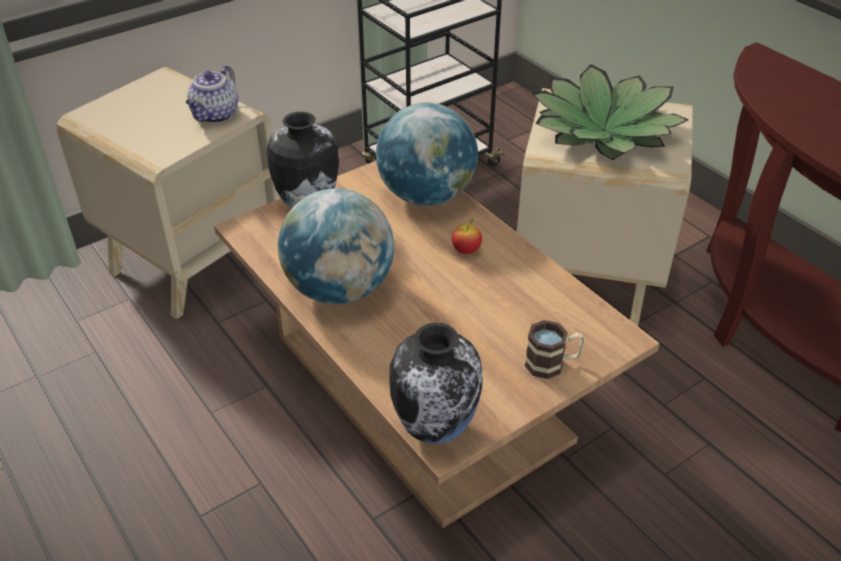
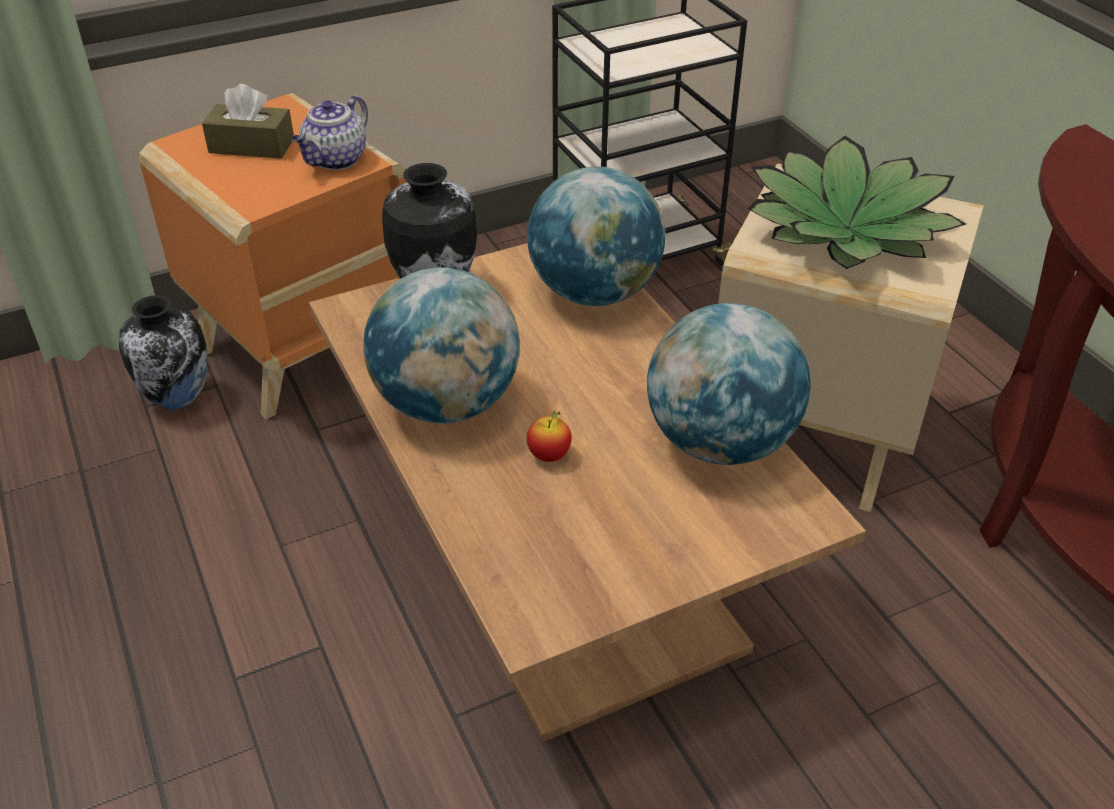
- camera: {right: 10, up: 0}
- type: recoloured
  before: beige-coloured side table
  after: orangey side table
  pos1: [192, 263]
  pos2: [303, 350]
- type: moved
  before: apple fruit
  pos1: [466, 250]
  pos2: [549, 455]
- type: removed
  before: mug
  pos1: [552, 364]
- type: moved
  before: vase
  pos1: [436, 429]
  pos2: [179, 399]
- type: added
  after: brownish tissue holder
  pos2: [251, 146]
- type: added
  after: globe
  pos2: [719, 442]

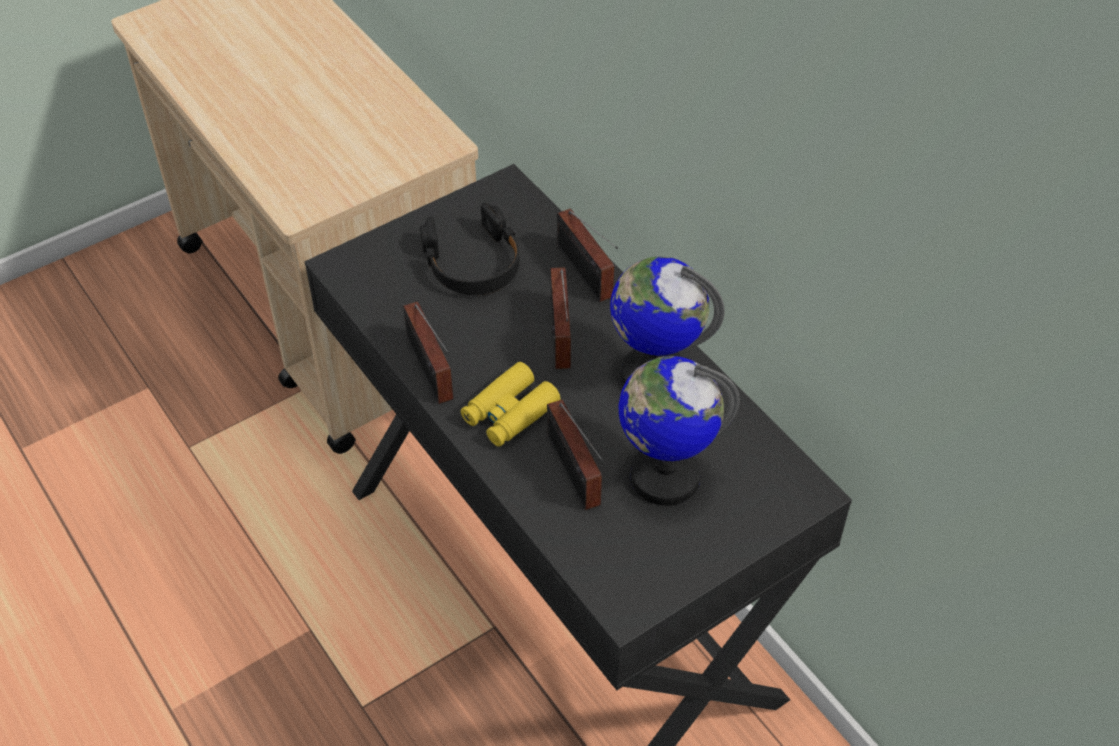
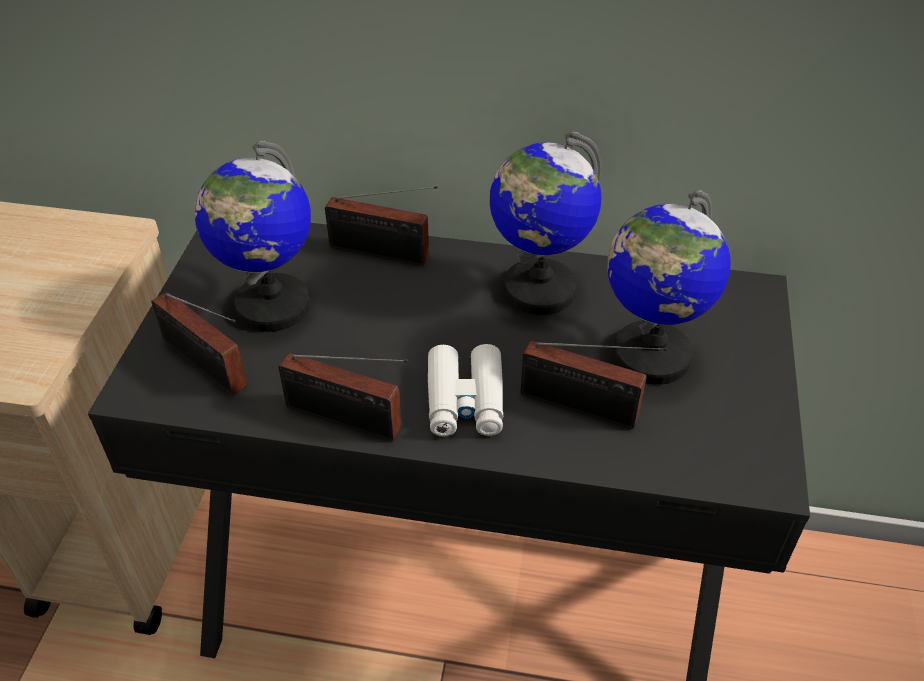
- camera: {right: -45, up: -5}
- type: replaced
  before: black headset
  after: globe
  pos1: [473, 263]
  pos2: [271, 306]
- type: moved
  before: radio
  pos1: [559, 338]
  pos2: [208, 367]
- type: recoloured
  before: yellowish field glasses
  after: whitish field glasses
  pos1: [510, 412]
  pos2: [465, 400]

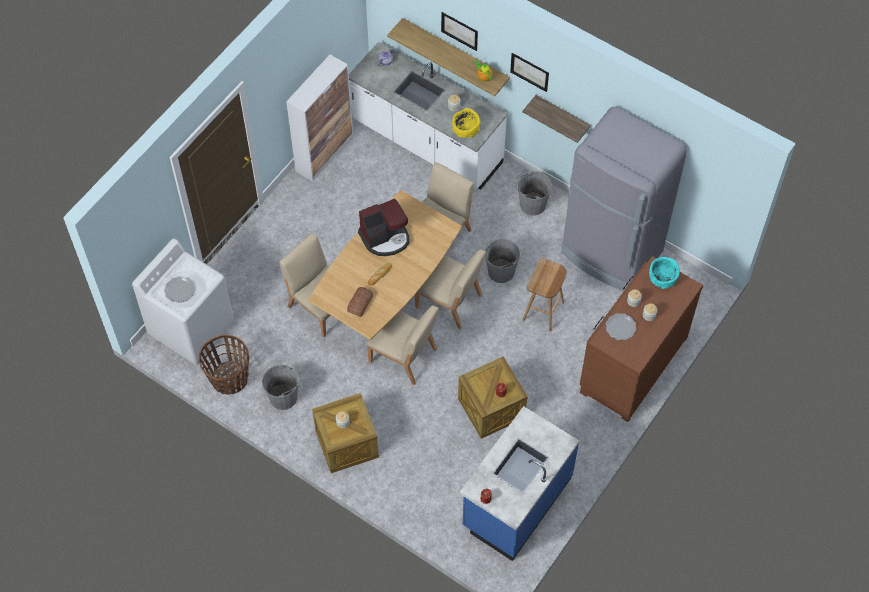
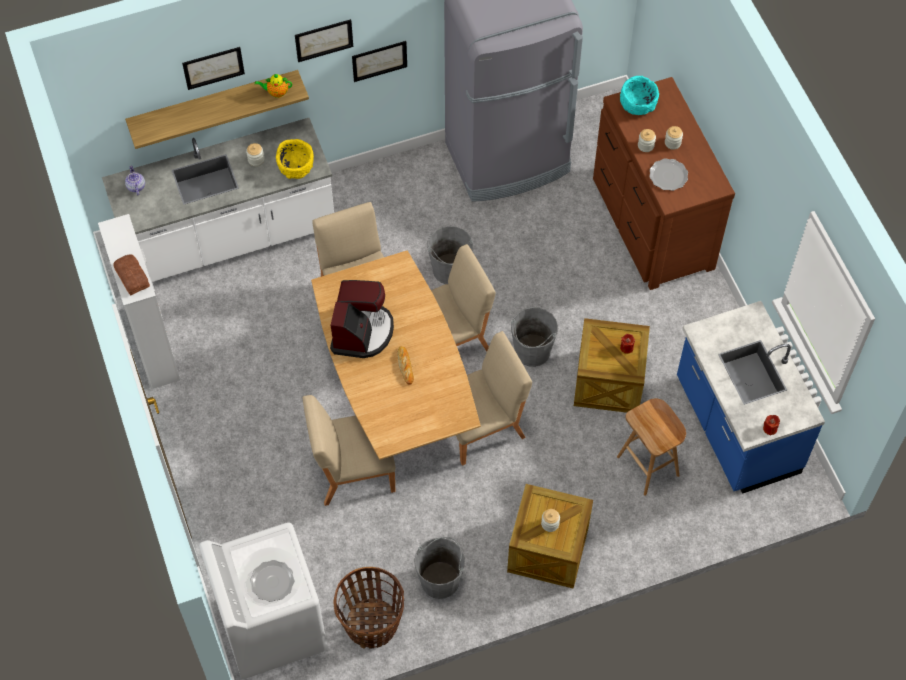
- camera: {right: -55, up: 0}
- type: replaced
  before: wall shelf
  after: picture
  pos1: [562, 116]
  pos2: [379, 60]
- type: moved
  before: grey water bucket
  pos1: [532, 204]
  pos2: [532, 351]
- type: moved
  before: brownish stool
  pos1: [543, 312]
  pos2: [649, 466]
- type: moved
  before: bakery bread
  pos1: [361, 303]
  pos2: [132, 276]

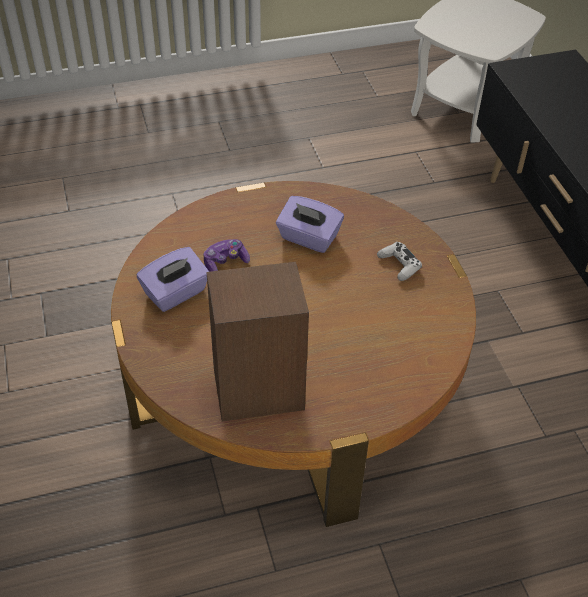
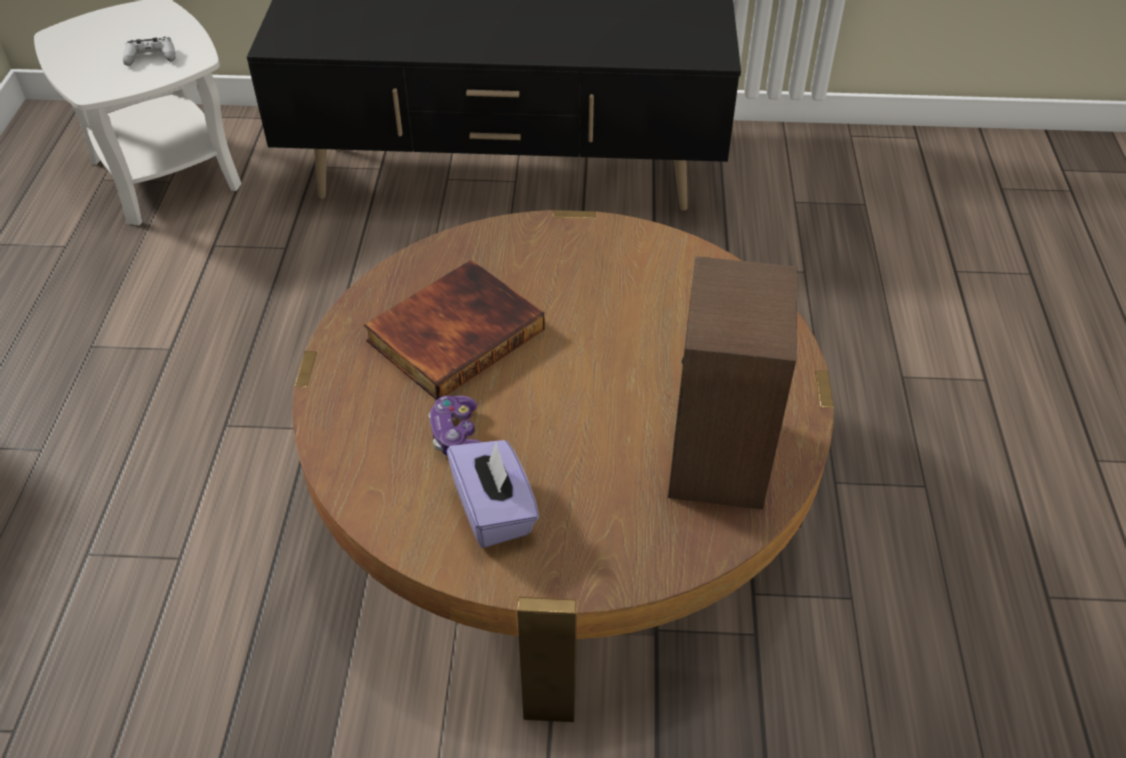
- camera: {right: -70, up: 0}
- type: replaced
  before: purplish tissue holder
  after: bound book
  pos1: [308, 238]
  pos2: [454, 333]
- type: moved
  before: whitish game controller
  pos1: [399, 265]
  pos2: [151, 57]

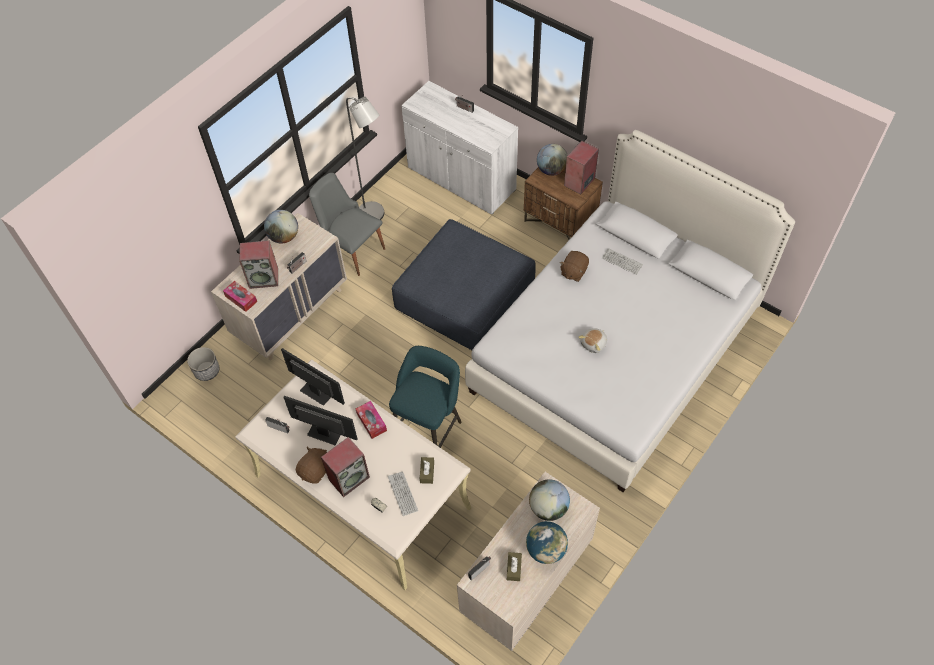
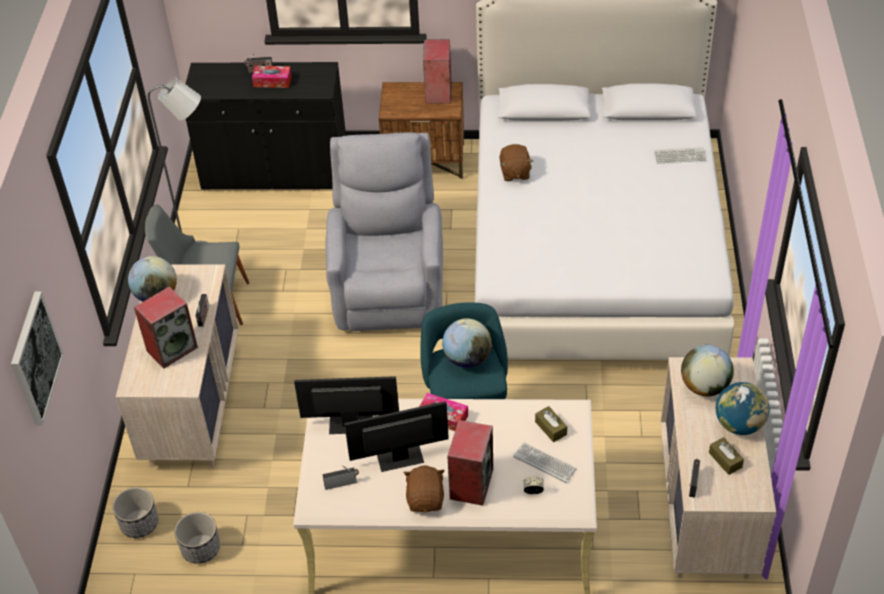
- camera: {right: -35, up: -10}
- type: recoloured
  before: whitish storage cabinet
  after: black storage cabinet
  pos1: [461, 179]
  pos2: [275, 173]
- type: moved
  before: globe
  pos1: [551, 170]
  pos2: [467, 359]
- type: replaced
  before: blue ottoman
  after: grey easy chair
  pos1: [465, 297]
  pos2: [388, 282]
- type: moved
  before: computer keyboard
  pos1: [622, 262]
  pos2: [679, 156]
- type: moved
  before: tissue holder
  pos1: [241, 299]
  pos2: [272, 81]
- type: removed
  before: plush toy
  pos1: [594, 344]
- type: added
  after: picture
  pos2: [35, 358]
- type: added
  after: plant pot
  pos2: [200, 548]

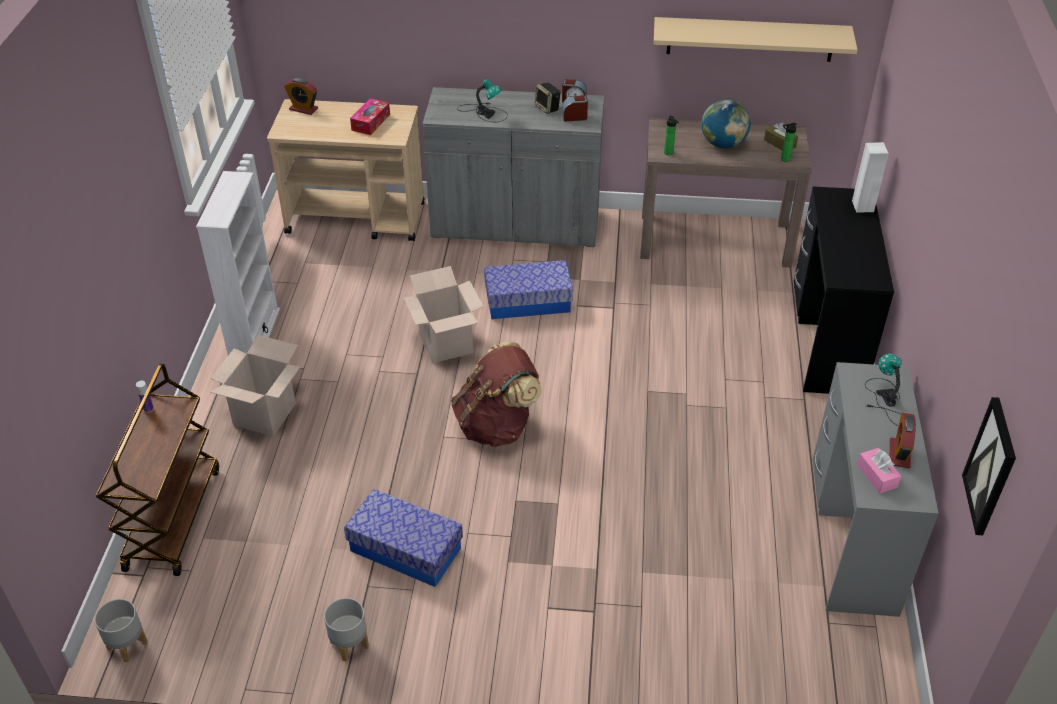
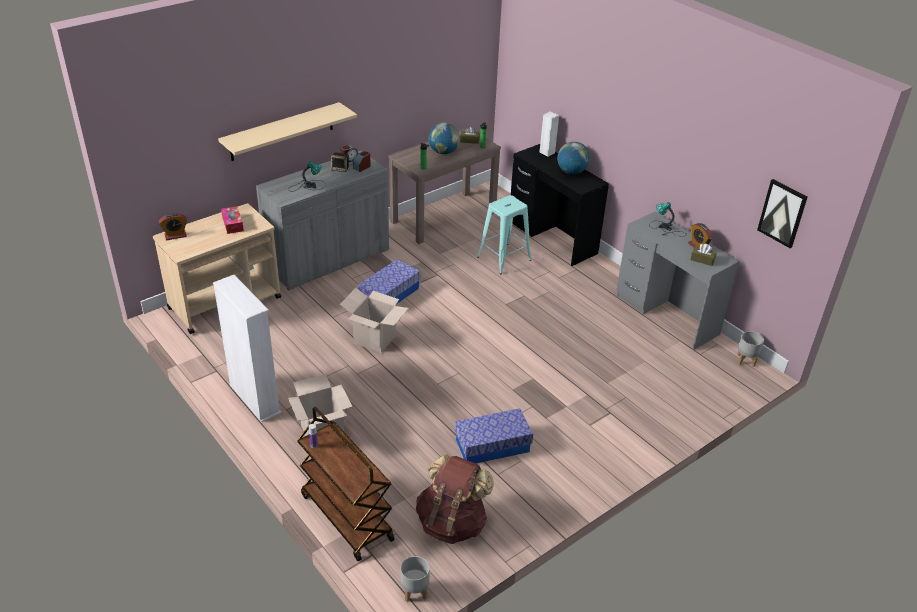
- camera: {right: -45, up: -5}
- type: moved
  before: beige-coloured wall shelf
  pos1: [750, 39]
  pos2: [282, 132]
- type: moved
  before: brownish rucksack
  pos1: [497, 426]
  pos2: [452, 523]
- type: recoloured
  before: pinkish tissue holder
  after: brownish tissue holder
  pos1: [877, 476]
  pos2: [702, 260]
- type: moved
  before: grey plant pot
  pos1: [349, 644]
  pos2: [746, 360]
- type: added
  after: globe
  pos2: [571, 172]
- type: added
  after: turquoise-coloured stool
  pos2: [504, 258]

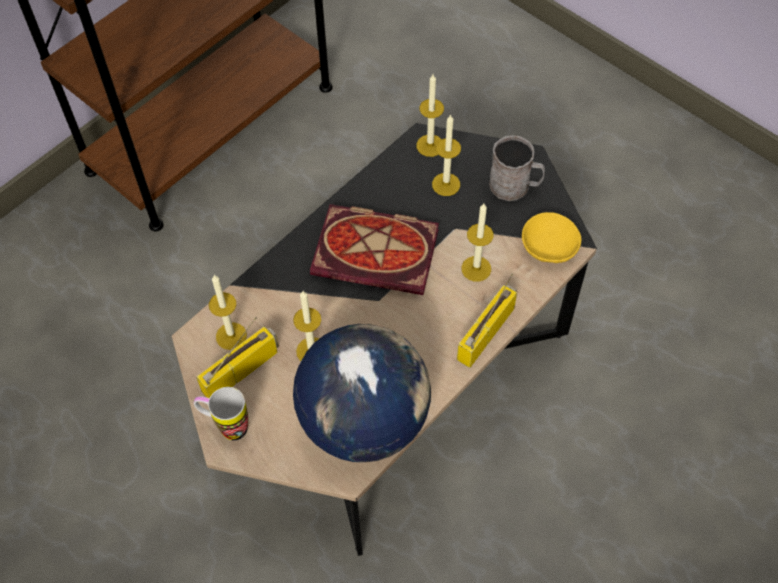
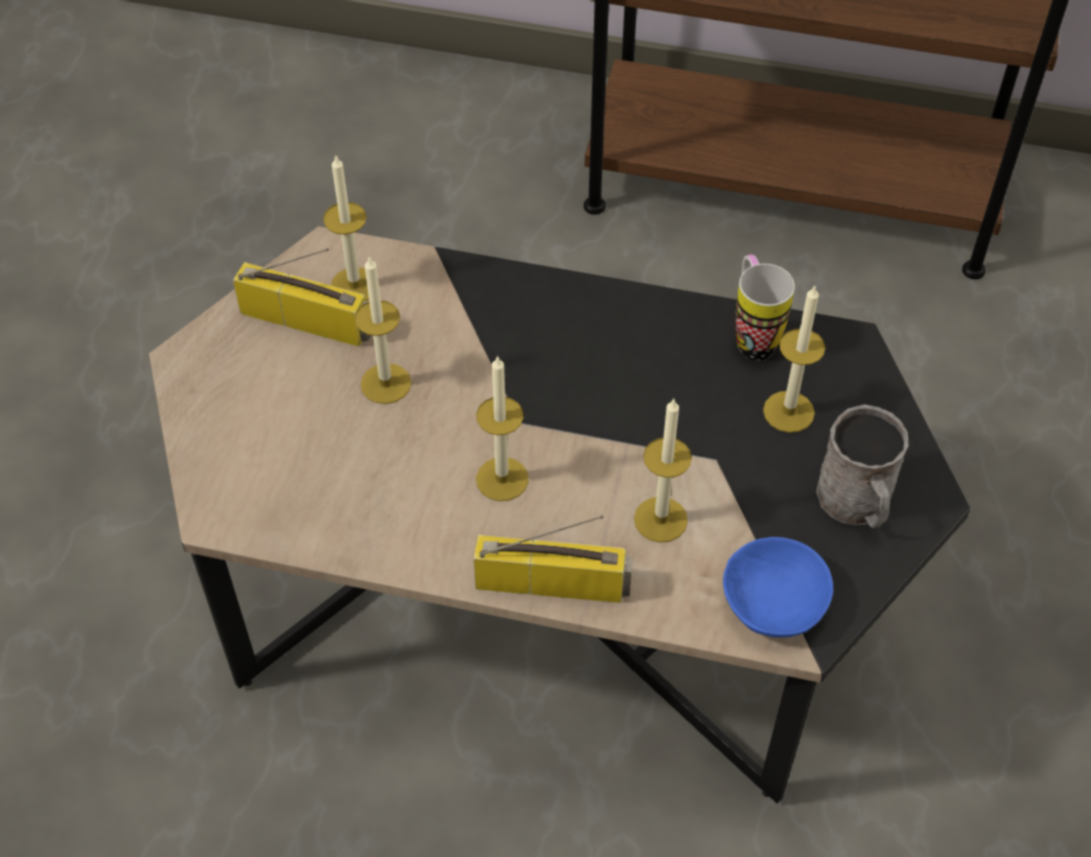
- camera: {right: 60, up: -5}
- type: moved
  before: wax light
  pos1: [430, 145]
  pos2: [502, 479]
- type: removed
  before: bound book
  pos1: [379, 251]
- type: recoloured
  before: yellowish bowl
  after: blue bowl
  pos1: [551, 246]
  pos2: [776, 604]
- type: removed
  before: globe
  pos1: [365, 420]
- type: moved
  before: mug
  pos1: [226, 427]
  pos2: [752, 335]

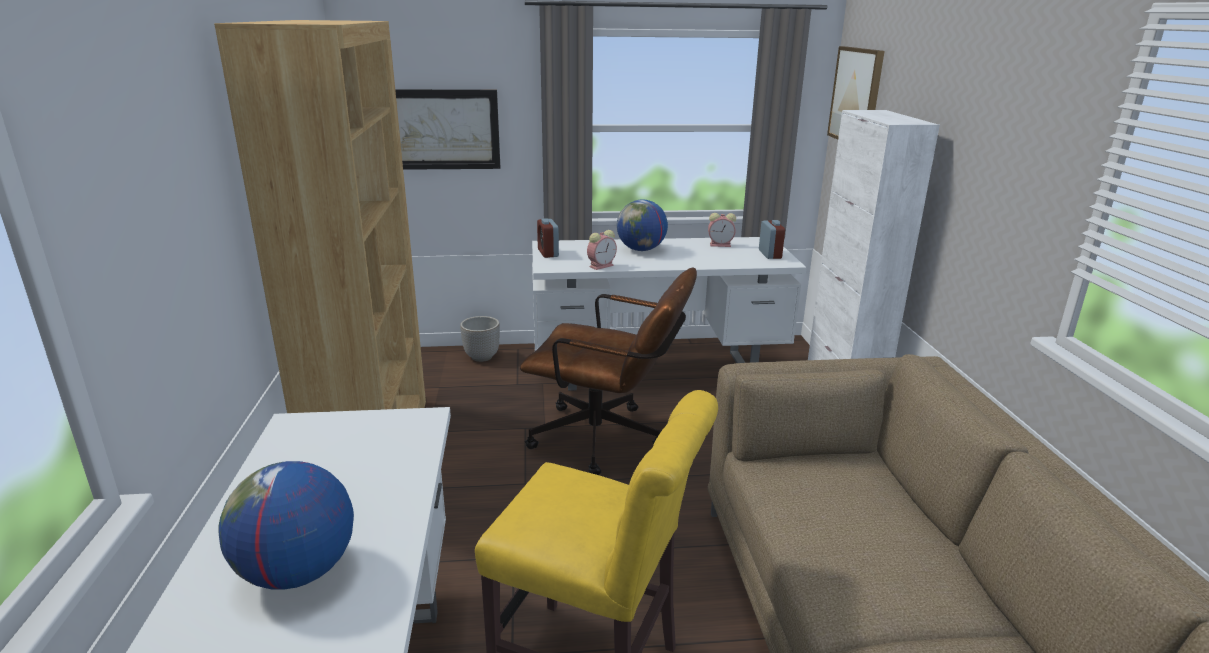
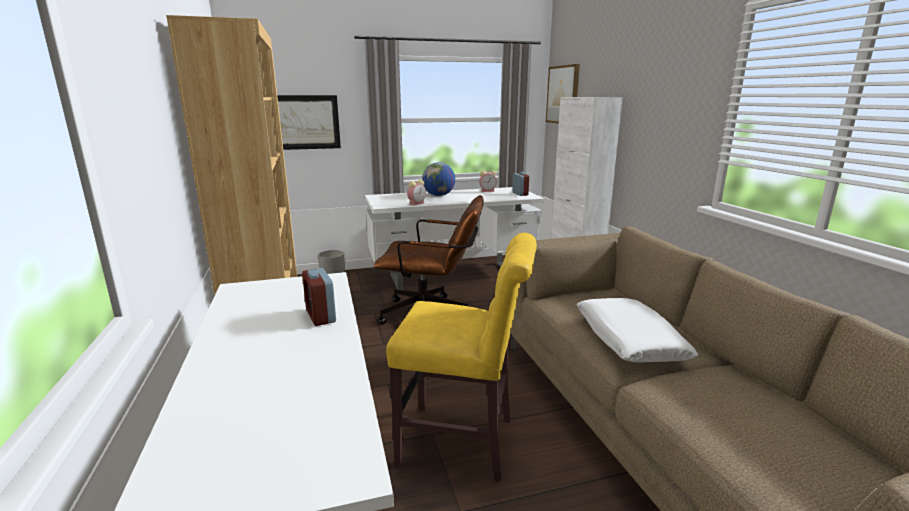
- camera: {right: -10, up: -5}
- type: moved
  before: bedside clock
  pos1: [548, 253]
  pos2: [320, 316]
- type: removed
  before: globe
  pos1: [297, 572]
- type: added
  after: whitish pillow
  pos2: [629, 340]

